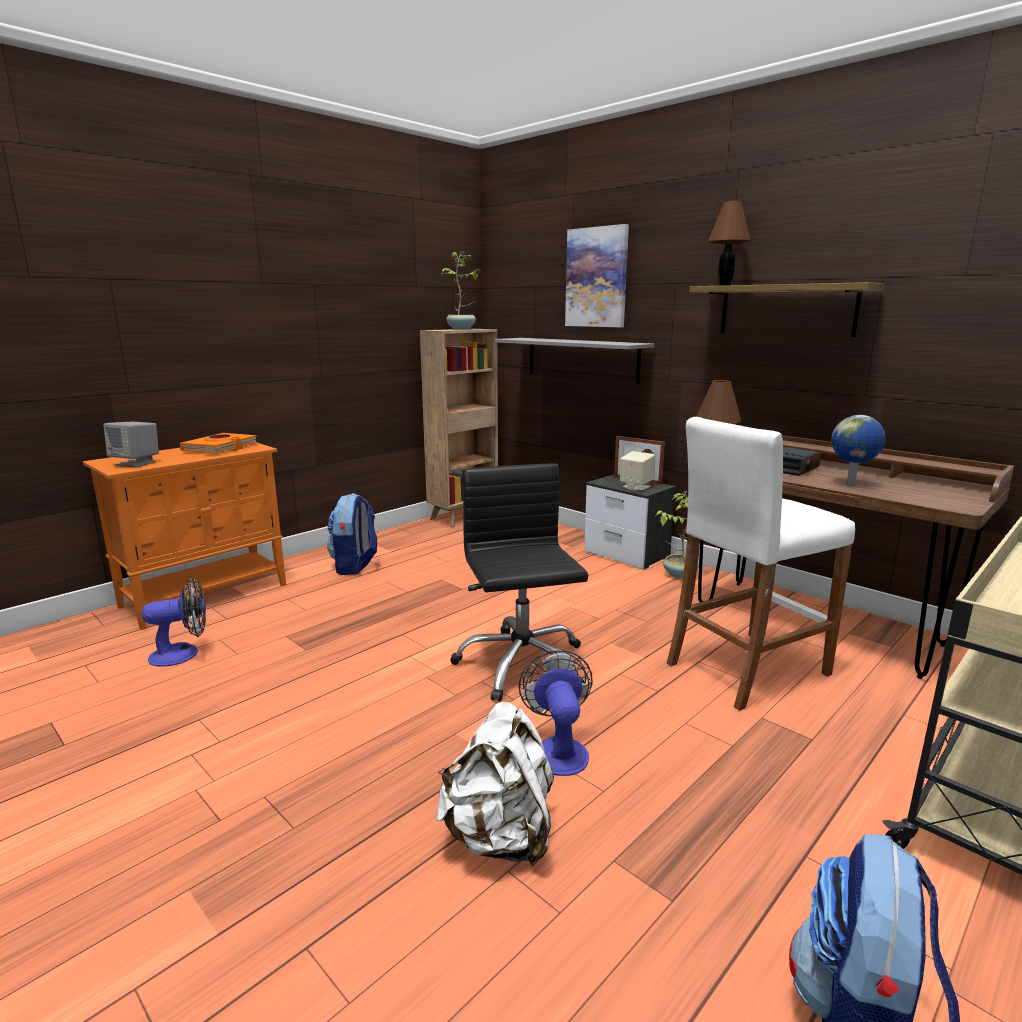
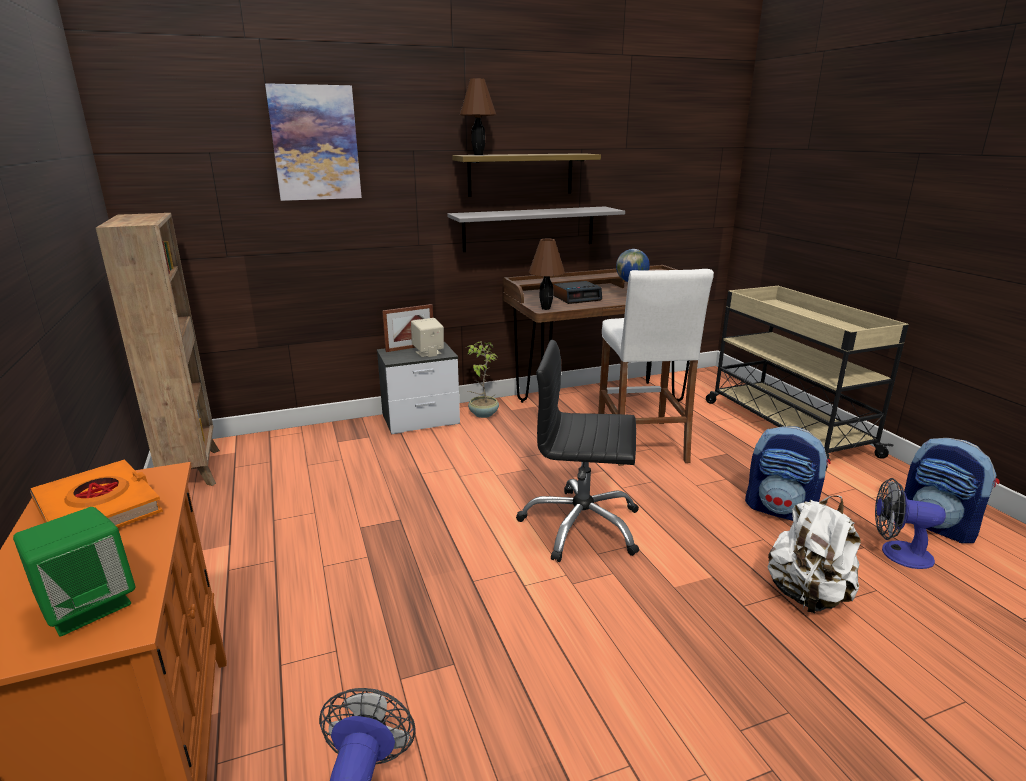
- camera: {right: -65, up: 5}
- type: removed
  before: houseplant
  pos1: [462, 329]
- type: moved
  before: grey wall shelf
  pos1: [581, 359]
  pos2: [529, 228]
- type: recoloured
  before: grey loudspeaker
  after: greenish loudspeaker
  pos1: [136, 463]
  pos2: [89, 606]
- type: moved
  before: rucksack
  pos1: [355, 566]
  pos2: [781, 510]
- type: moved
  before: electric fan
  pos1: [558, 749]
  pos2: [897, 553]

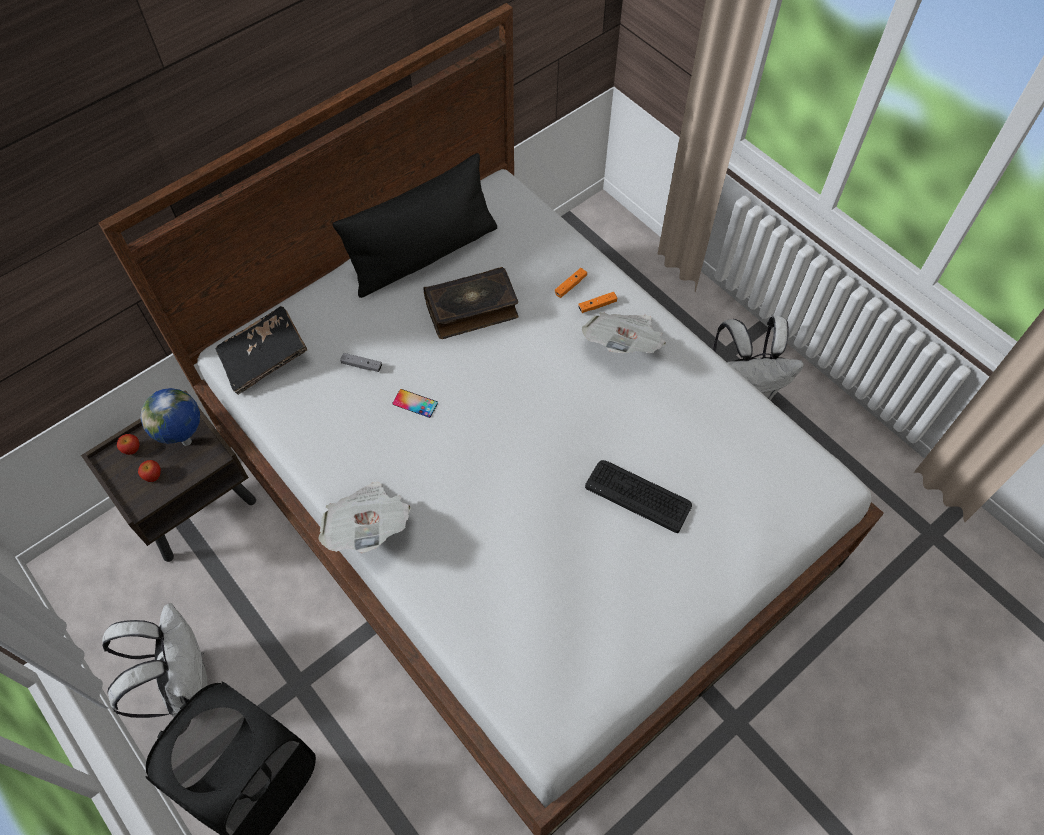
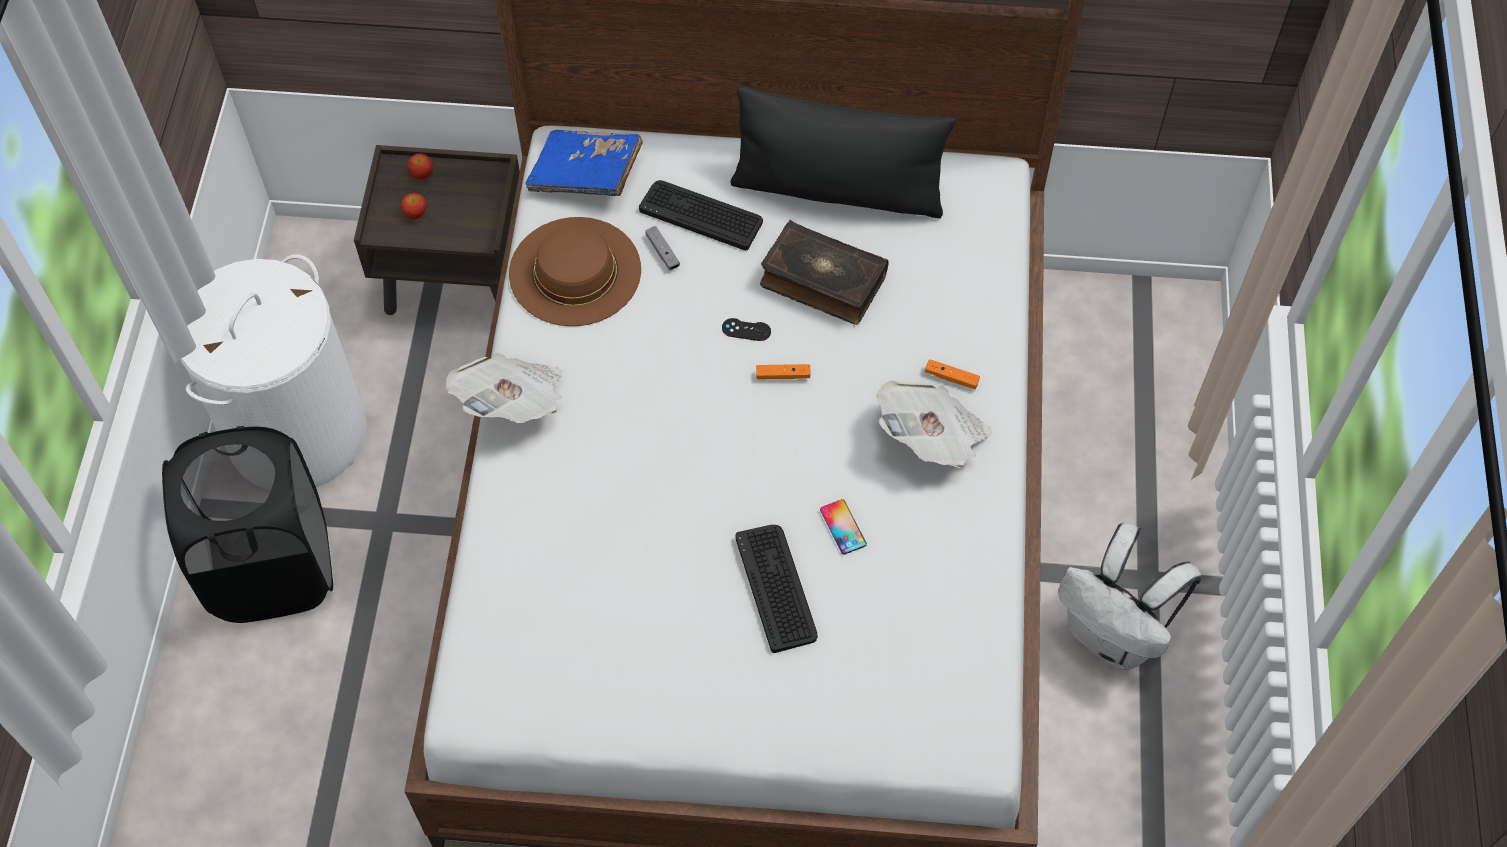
- camera: {right: 45, up: 0}
- type: moved
  before: orangey game controller
  pos1: [570, 285]
  pos2: [783, 375]
- type: recoloured
  before: black bound book
  after: blue bound book
  pos1: [264, 358]
  pos2: [586, 175]
- type: removed
  before: globe
  pos1: [188, 442]
- type: moved
  before: phone
  pos1: [415, 403]
  pos2: [843, 527]
- type: replaced
  before: whitish rucksack
  after: whitish washing basket
  pos1: [183, 682]
  pos2: [297, 432]
- type: added
  after: computer keyboard
  pos2: [701, 215]
- type: added
  after: brownish clothing hat
  pos2: [575, 271]
- type: added
  after: black game controller
  pos2: [746, 330]

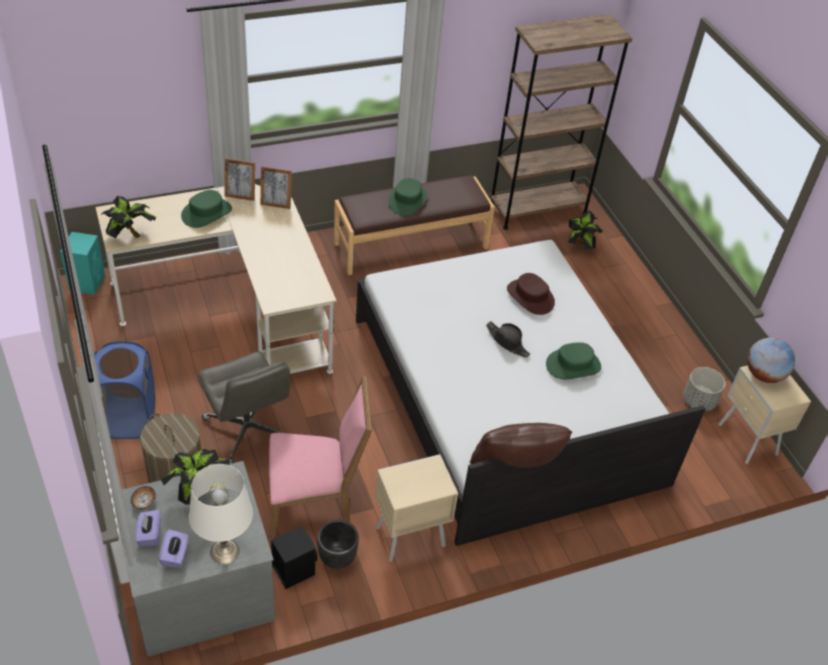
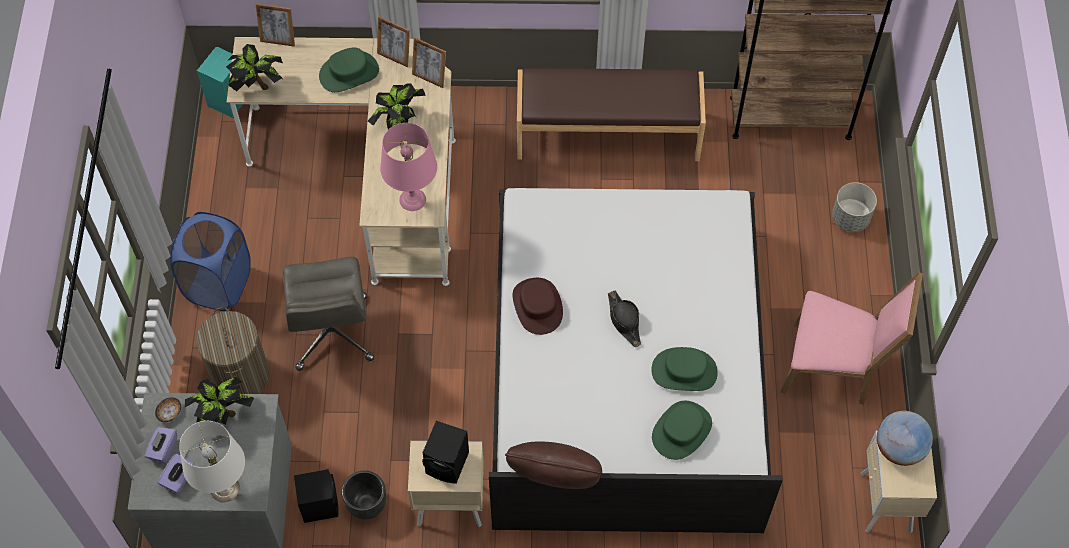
- camera: {right: 25, up: 15}
- type: moved
  before: greenish clothing hat
  pos1: [407, 200]
  pos2: [682, 431]
- type: moved
  before: houseplant
  pos1: [579, 246]
  pos2: [399, 124]
- type: moved
  before: brownish clothing hat
  pos1: [530, 297]
  pos2: [537, 306]
- type: moved
  before: grey plant pot
  pos1: [699, 401]
  pos2: [850, 218]
- type: moved
  before: pinkish plain chair
  pos1: [315, 502]
  pos2: [834, 368]
- type: added
  after: picture frame
  pos2: [278, 40]
- type: added
  after: pinkish lamp for a table
  pos2: [412, 199]
- type: added
  after: black loudspeaker
  pos2: [448, 464]

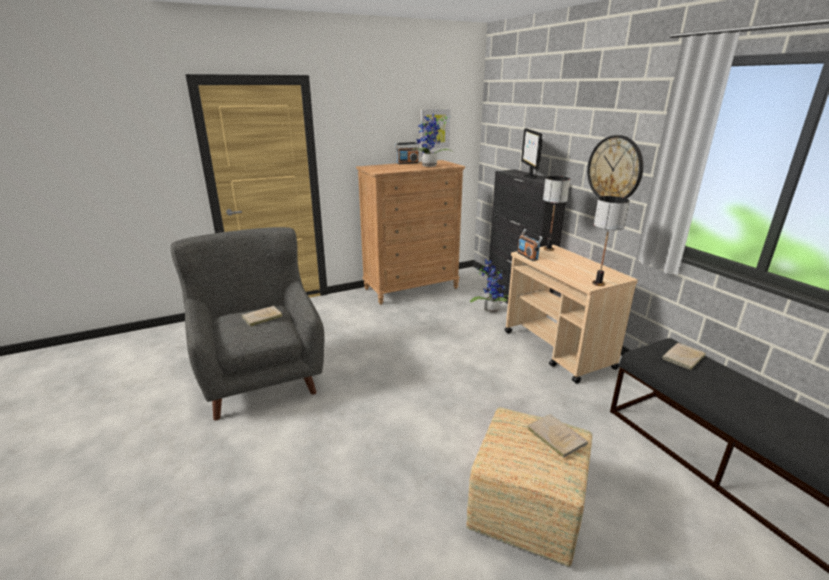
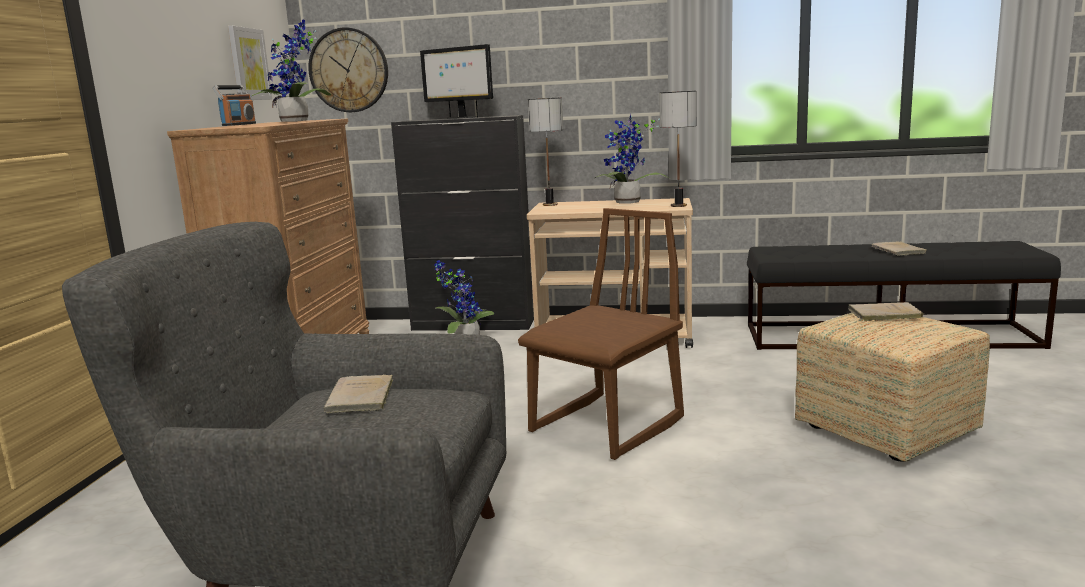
- camera: {right: -55, up: -10}
- type: moved
  before: clock on the wall
  pos1: [614, 169]
  pos2: [349, 70]
- type: removed
  before: radio
  pos1: [527, 256]
- type: moved
  before: beige-coloured bound book
  pos1: [682, 358]
  pos2: [899, 251]
- type: added
  after: houseplant
  pos2: [627, 203]
- type: added
  after: brownish plain chair
  pos2: [608, 426]

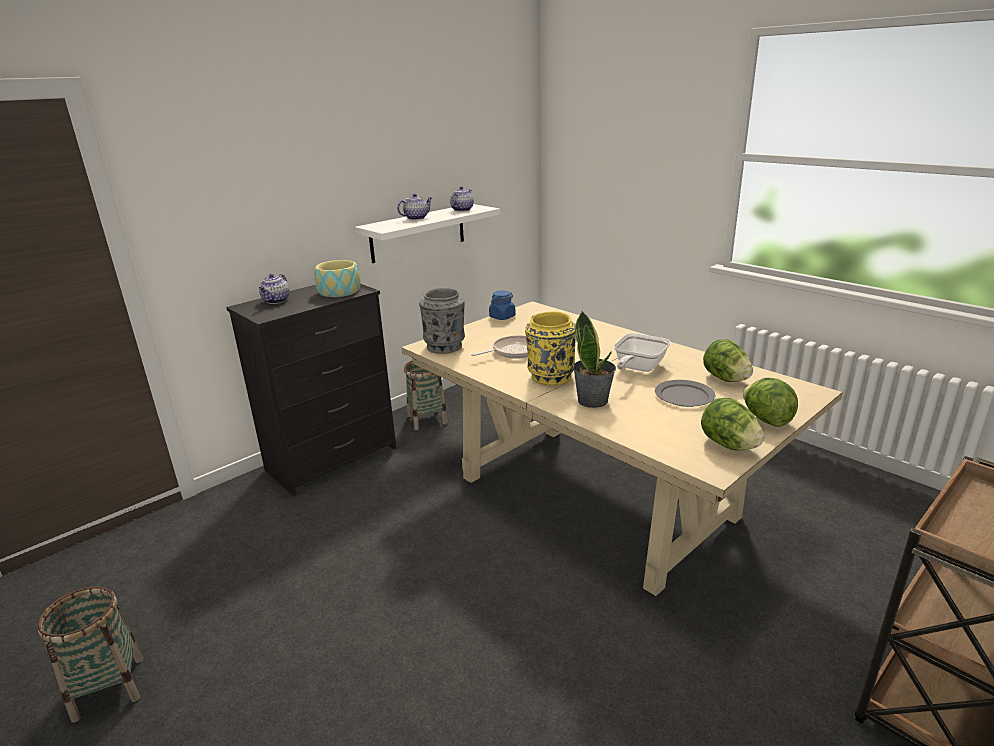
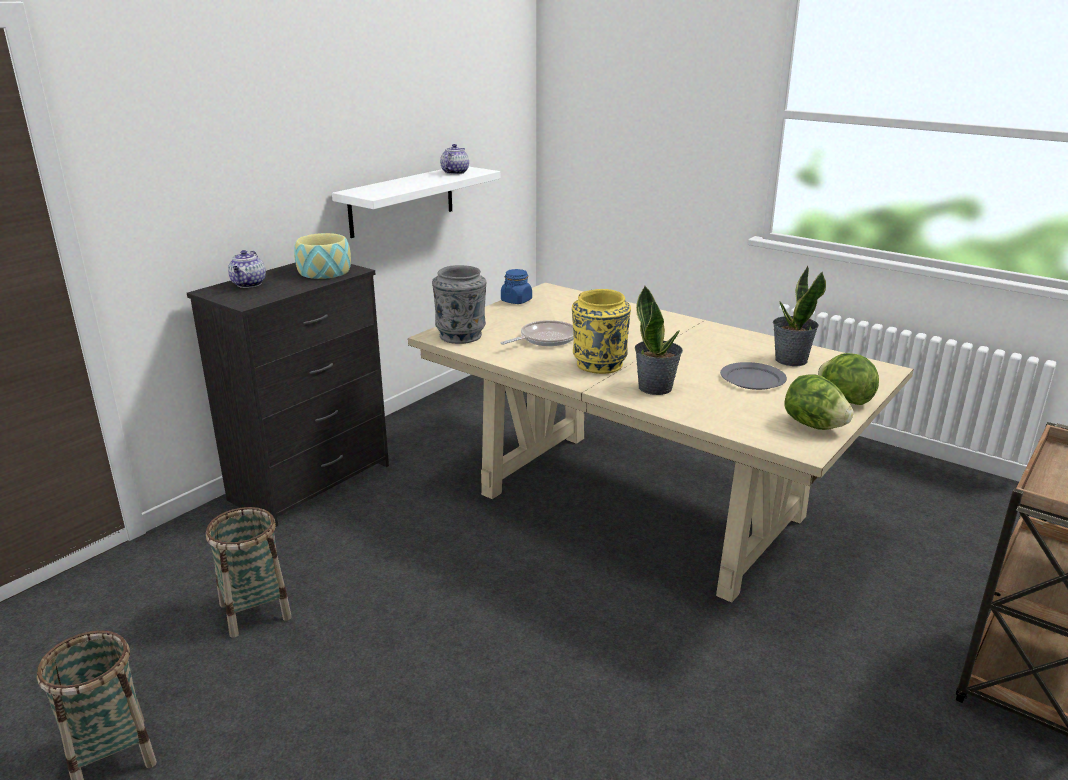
- camera: {right: -10, up: 0}
- type: removed
  before: teapot
  pos1: [416, 218]
- type: removed
  before: frying pan
  pos1: [637, 368]
- type: replaced
  before: head of lettuce
  after: houseplant
  pos1: [725, 379]
  pos2: [790, 360]
- type: moved
  before: storage basket
  pos1: [427, 419]
  pos2: [255, 611]

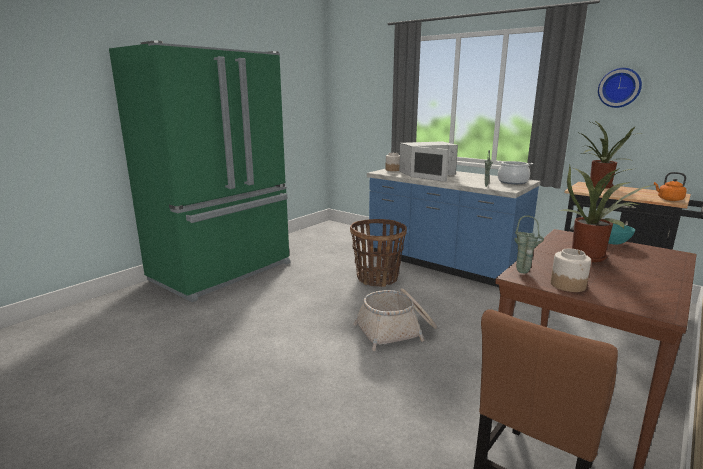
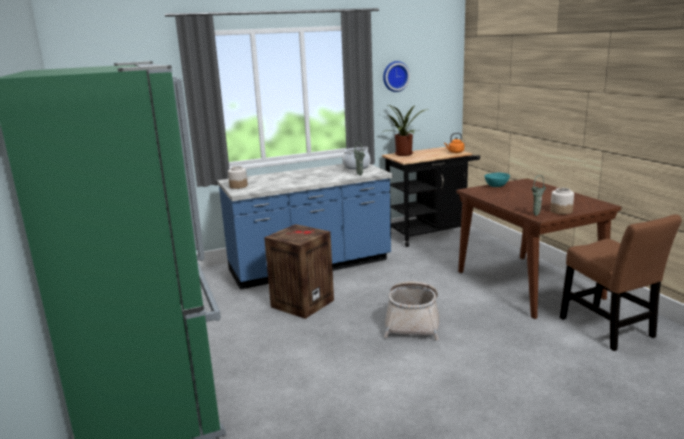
- camera: {right: -60, up: 0}
- type: removed
  before: whitish kitchen microwave
  pos1: [426, 174]
- type: removed
  before: houseplant
  pos1: [591, 257]
- type: replaced
  before: storage basket
  after: crate
  pos1: [377, 278]
  pos2: [302, 303]

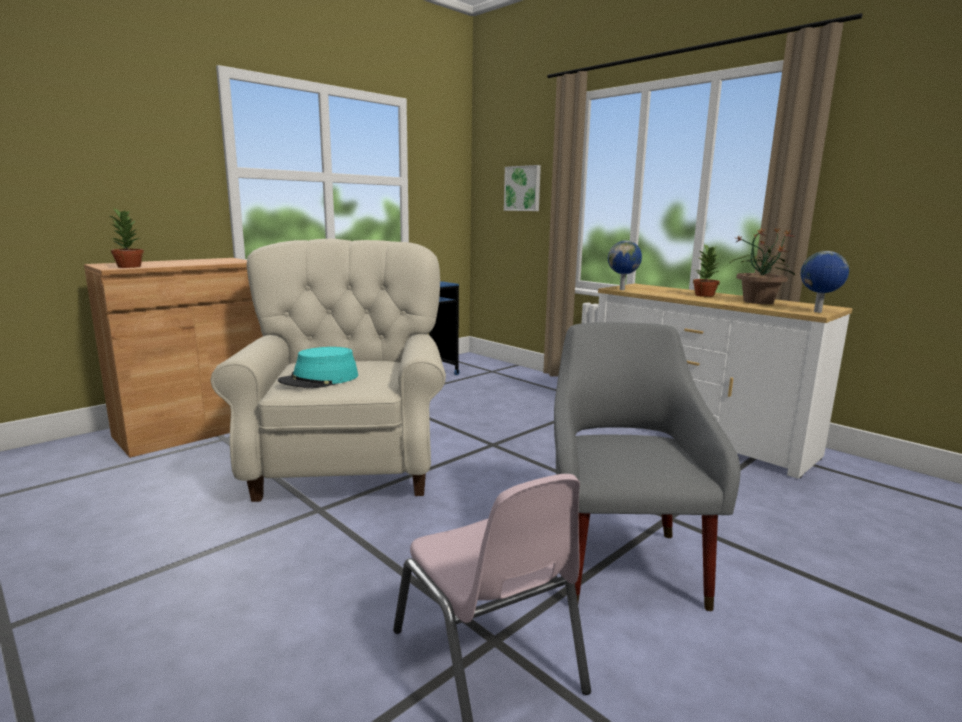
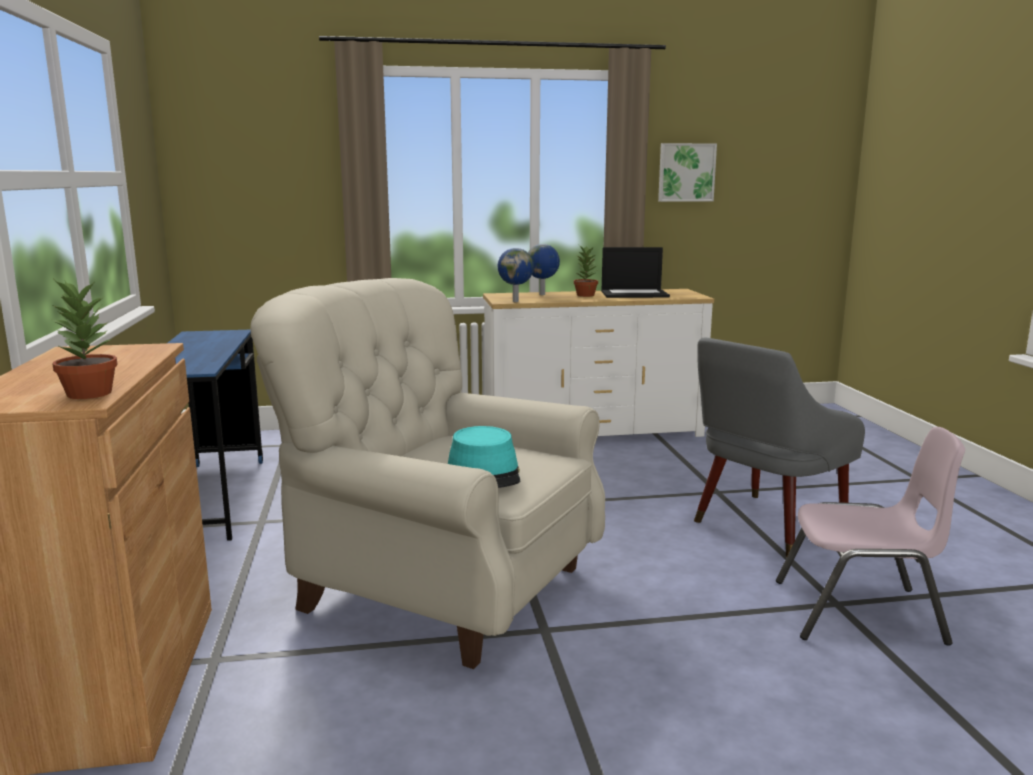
- camera: {right: -55, up: 0}
- type: moved
  before: picture
  pos1: [523, 188]
  pos2: [686, 172]
- type: replaced
  before: houseplant
  after: notebook computer
  pos1: [757, 301]
  pos2: [635, 294]
- type: moved
  before: globe
  pos1: [817, 312]
  pos2: [542, 294]
- type: turned
  before: grey easy chair
  pos1: [622, 560]
  pos2: [763, 527]
  turn: -75

